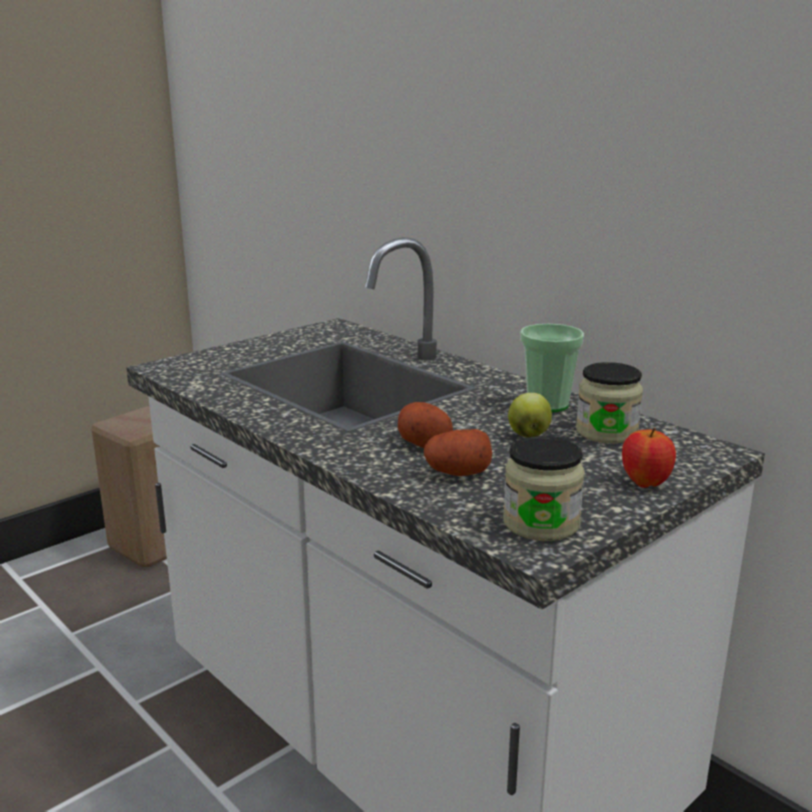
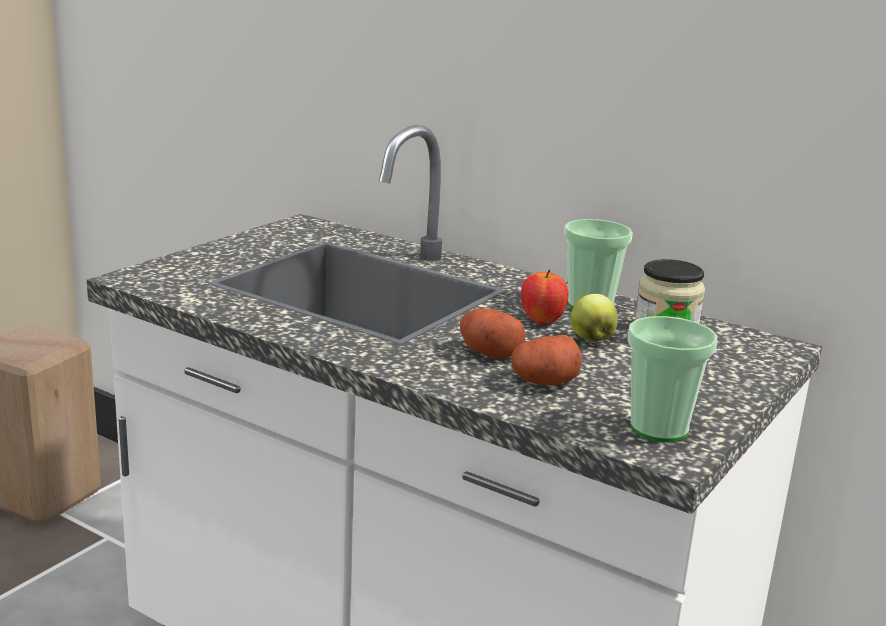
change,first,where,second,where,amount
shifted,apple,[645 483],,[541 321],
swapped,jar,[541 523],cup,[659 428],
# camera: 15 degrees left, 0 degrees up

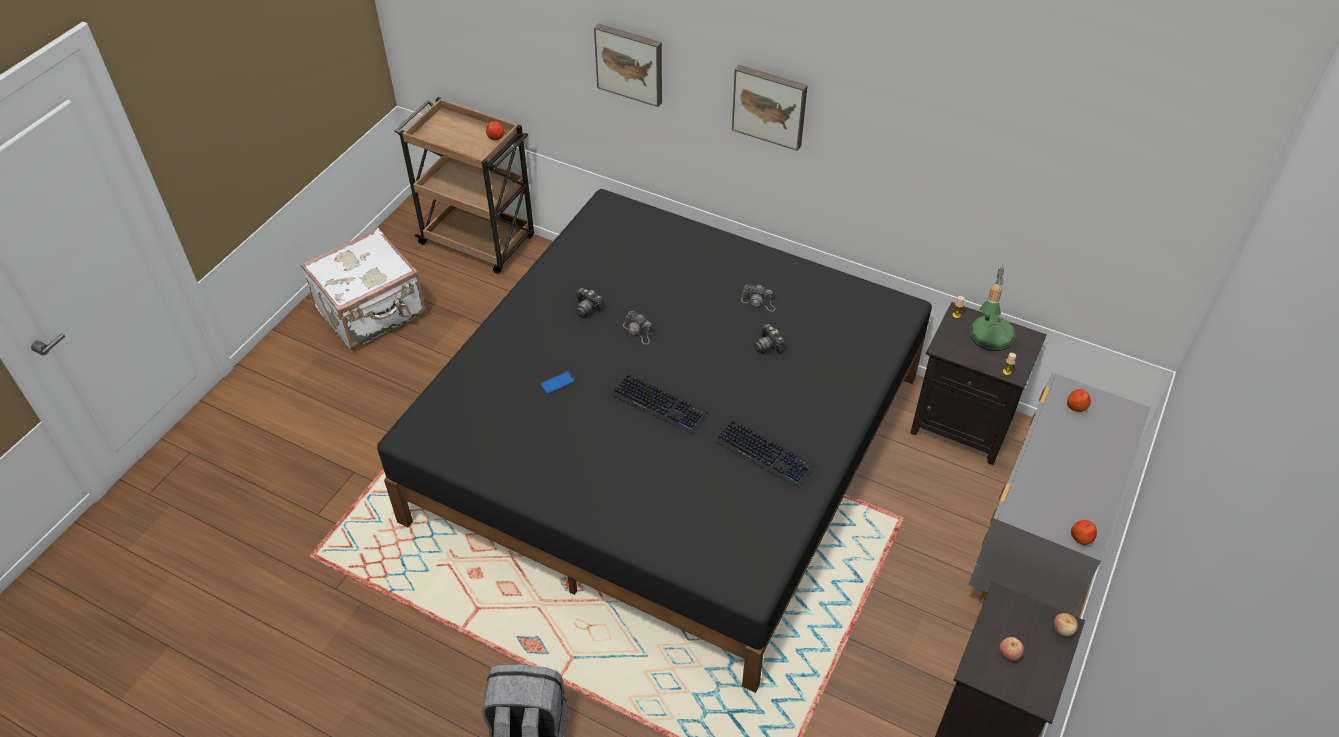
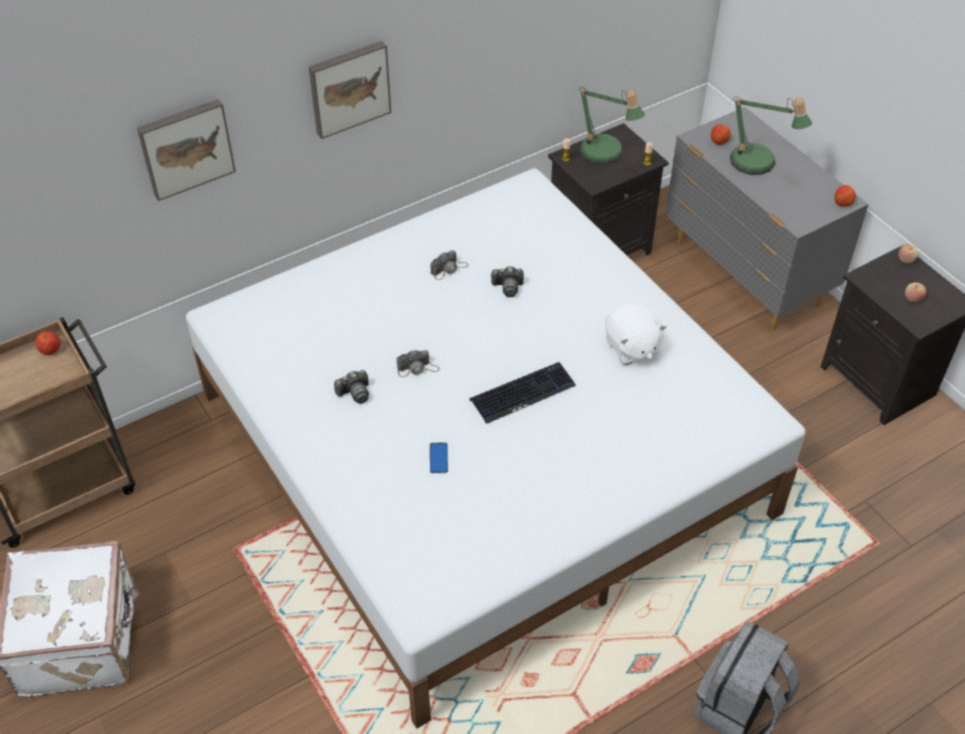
change,first,where,second,where,amount
new,,,table lamp,[758 165],
swapped,keyboard,[764 454],white plush toy,[631 347],
repainted,black bed,[670 448],white bed,[483 453],
# camera: 60 degrees left, 0 degrees up

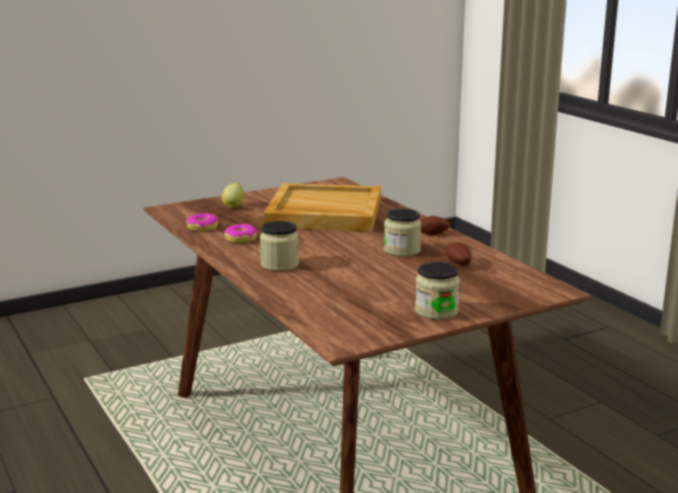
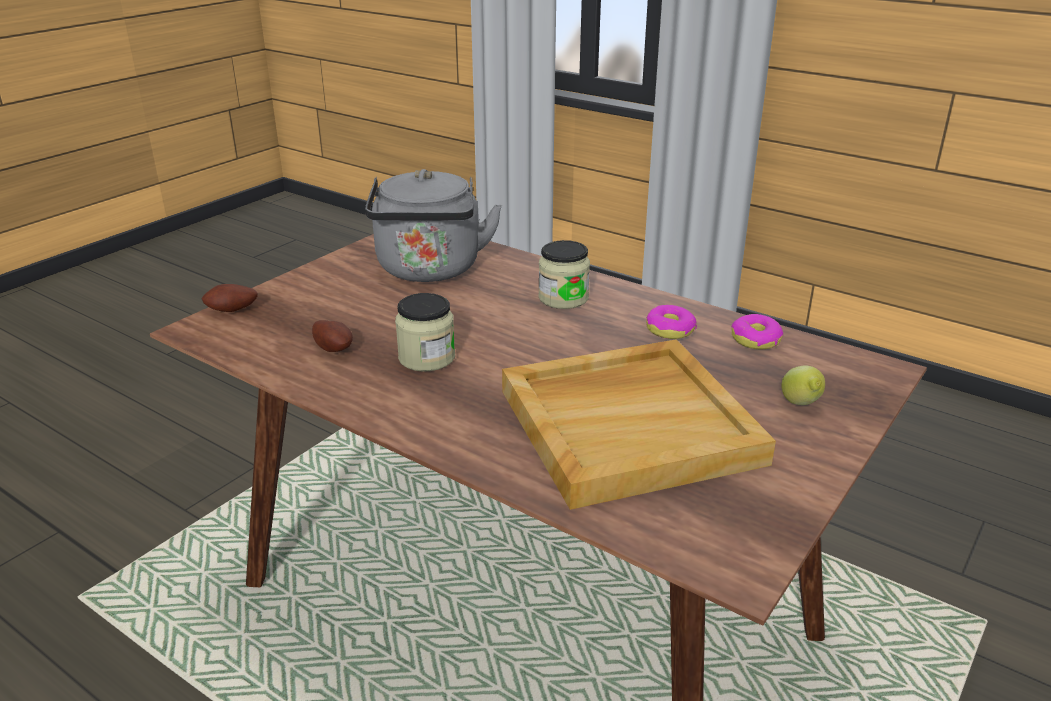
change,first,where,second,where,amount
gone,jar,[436 311],,,
new,,,grey kettle,[429 271],
shifted,potato,[432 234],,[232 311],
# camera: 155 degrees right, 10 degrees up

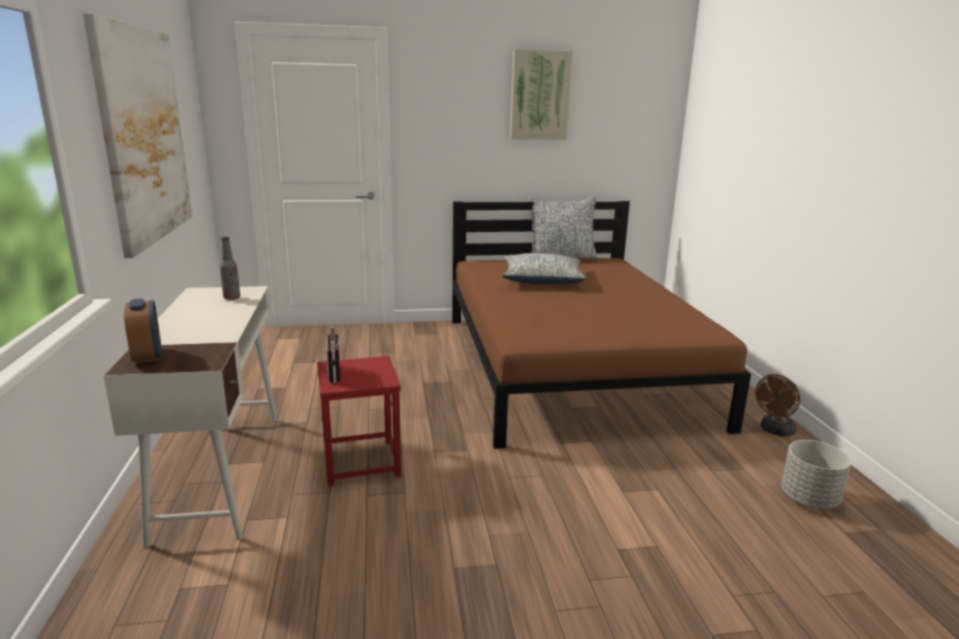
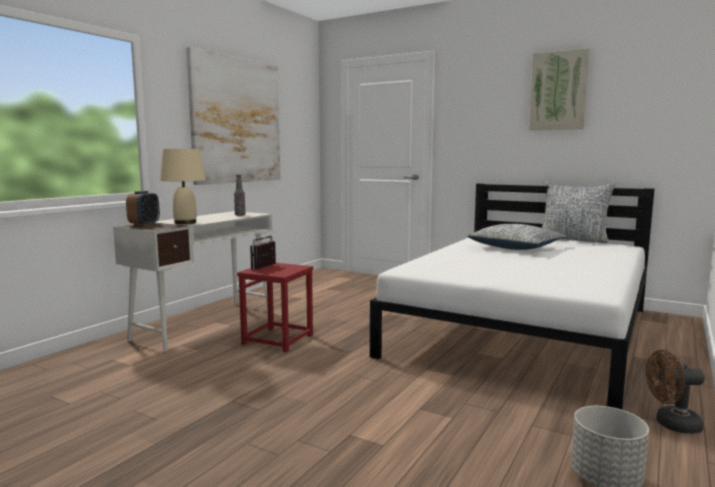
change,first,where,second,where,amount
new,,,beige table lamp,[185 223],
repainted,brown bed,[570 367],white bed,[524 331],
# camera: 40 degrees right, 10 degrees down

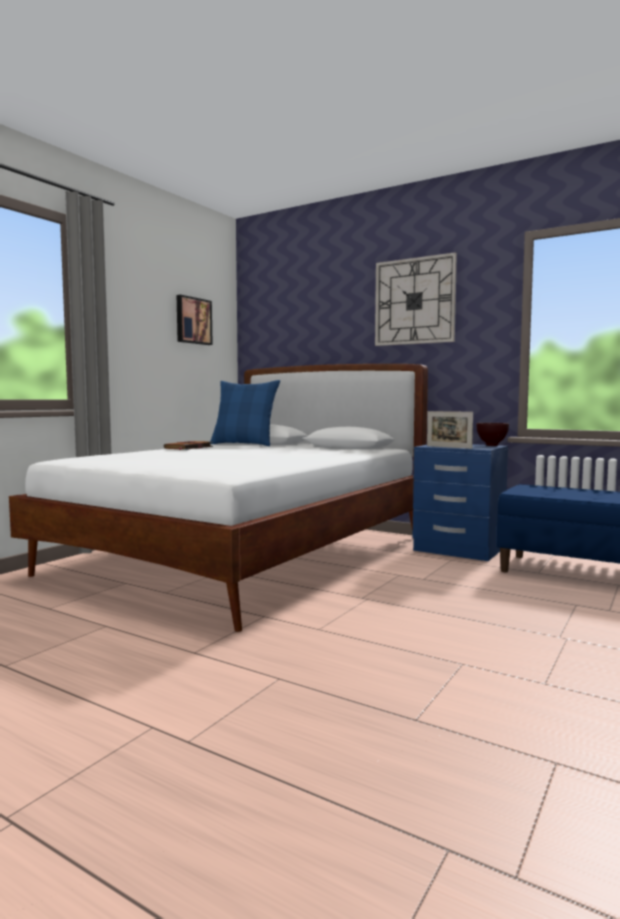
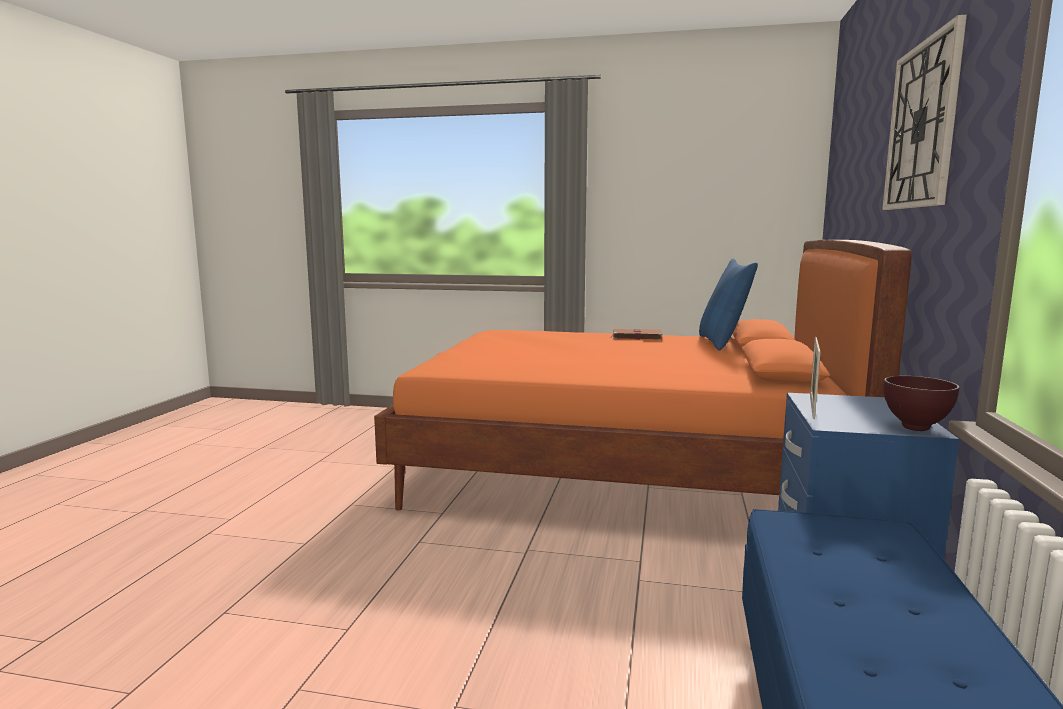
change,first,where,second,where,amount
gone,picture,[193 321],,,
repainted,white bed,[247 556],orange bed,[623 471],
# camera: 70 degrees right, 5 degrees up

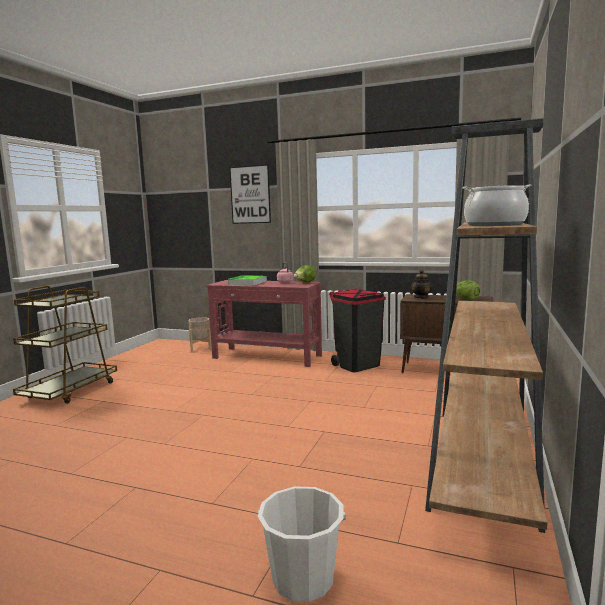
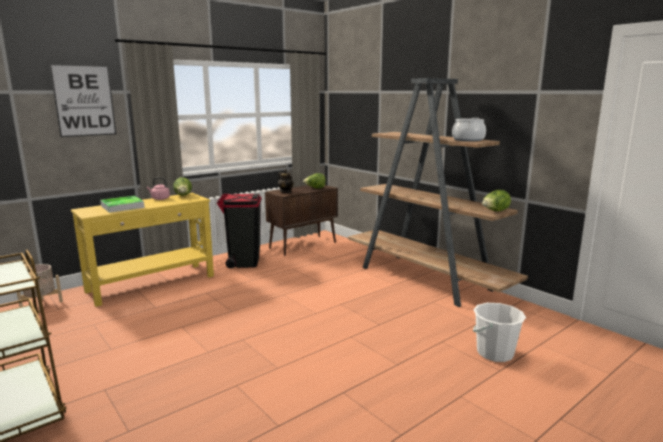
change,first,where,second,where,amount
new,,,lettuce,[495 211],
repainted,red console table,[267 357],yellow console table,[152 284],
# camera: 60 degrees left, 5 degrees up

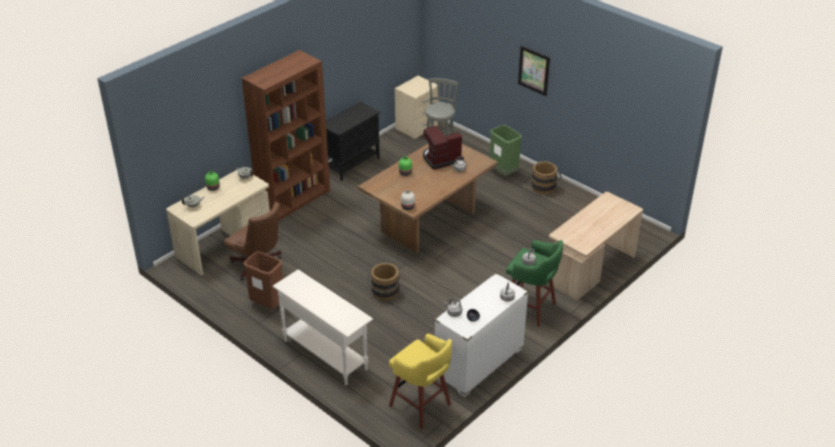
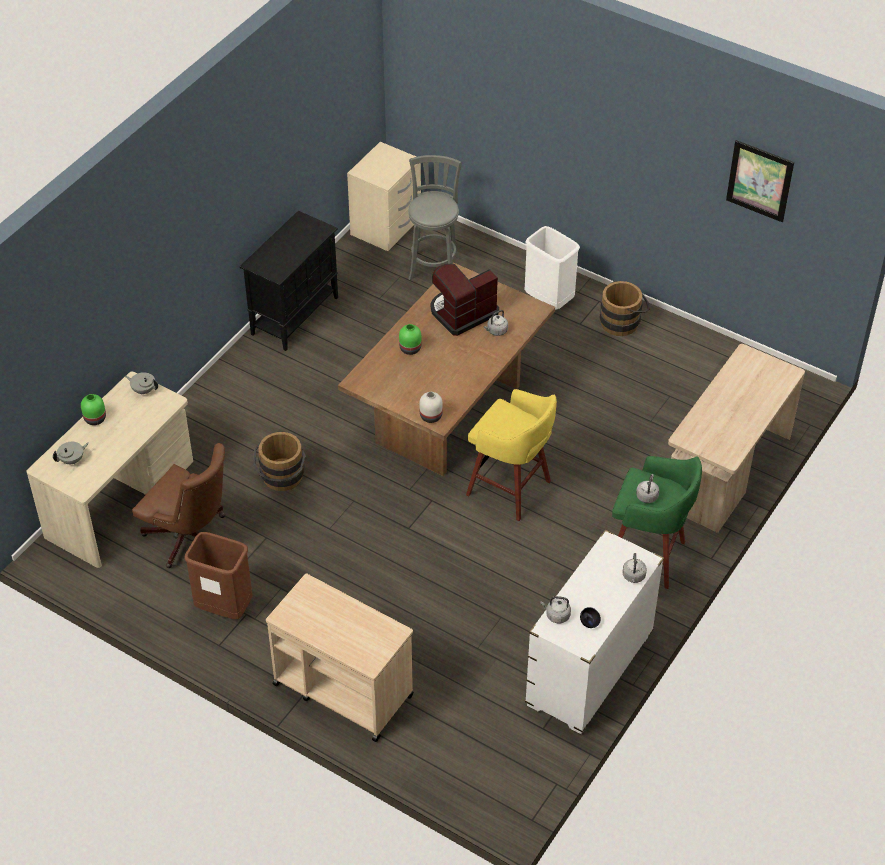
change,first,where,second,where,amount
gone,brown bookcase,[294 200],,,
shifted,brown bucket,[384 294],,[282 479],
shifted,yellow stool,[421 406],,[511 489],
shifted,picture,[534 70],,[760 180],
swapped,white console table,[325 354],beige cart,[342 689],
repainted,green trash can,[503 172],white trash can,[549 301],
# camera: 10 degrees left, 10 degrees up

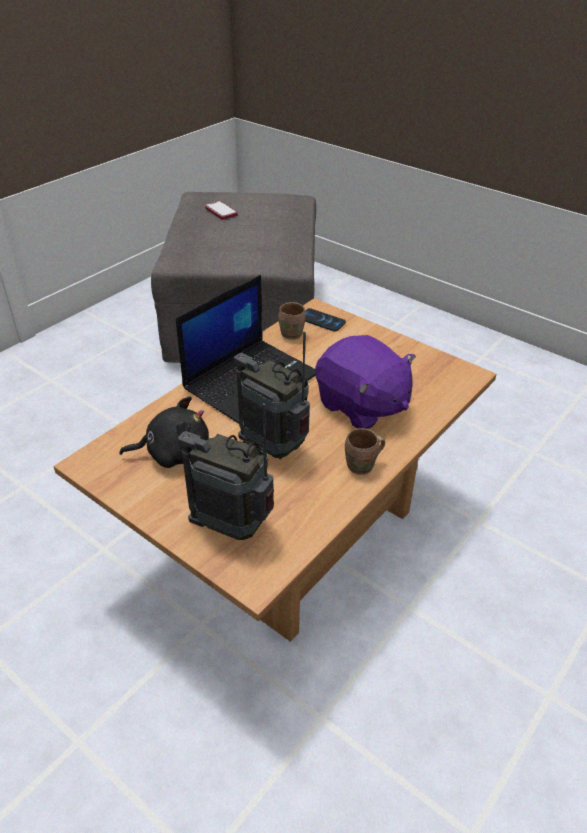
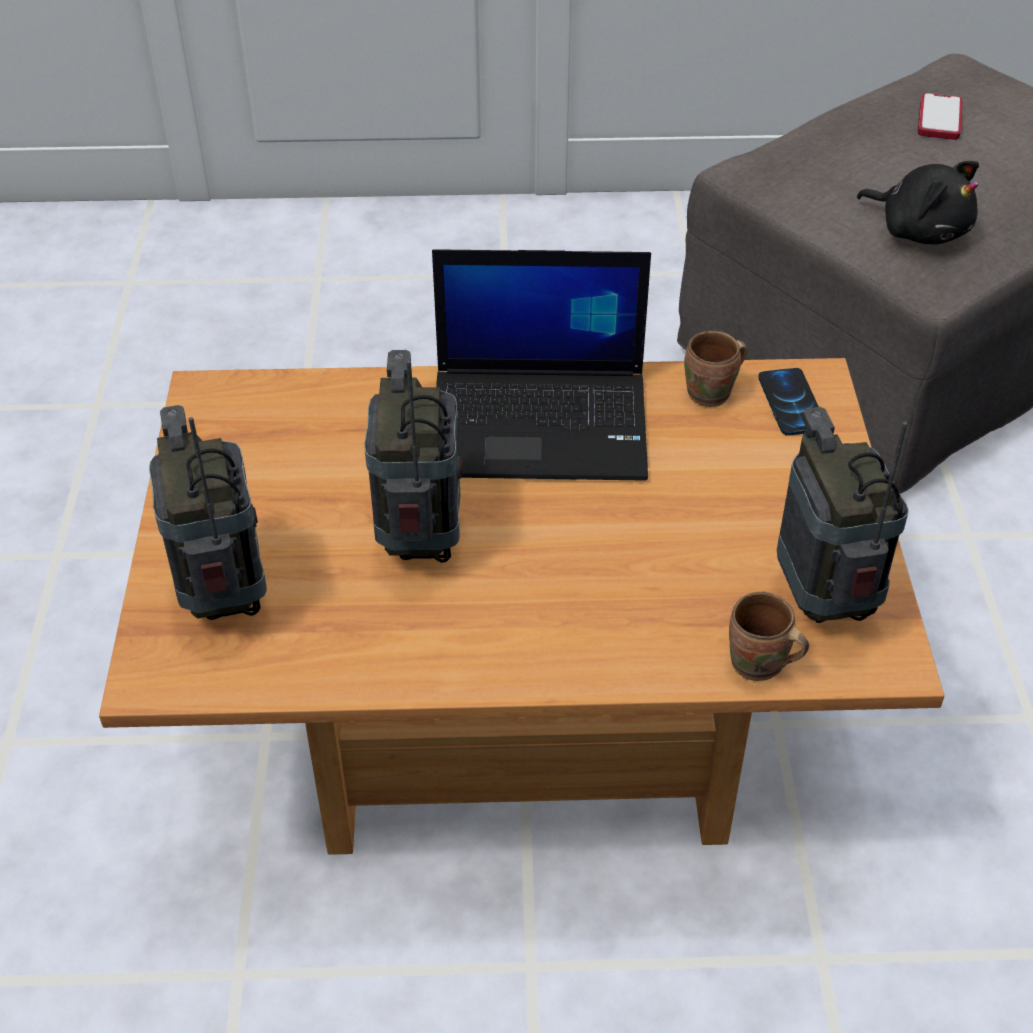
change,first,where,second,where,amount
gone,purple plush toy,[361 406],,,
new,,,radio,[824 600],
shifted,black plush toy,[173 453],,[919 230],
shifted,brown mug,[362 467],,[758 666],
# camera: 50 degrees right, 5 degrees up

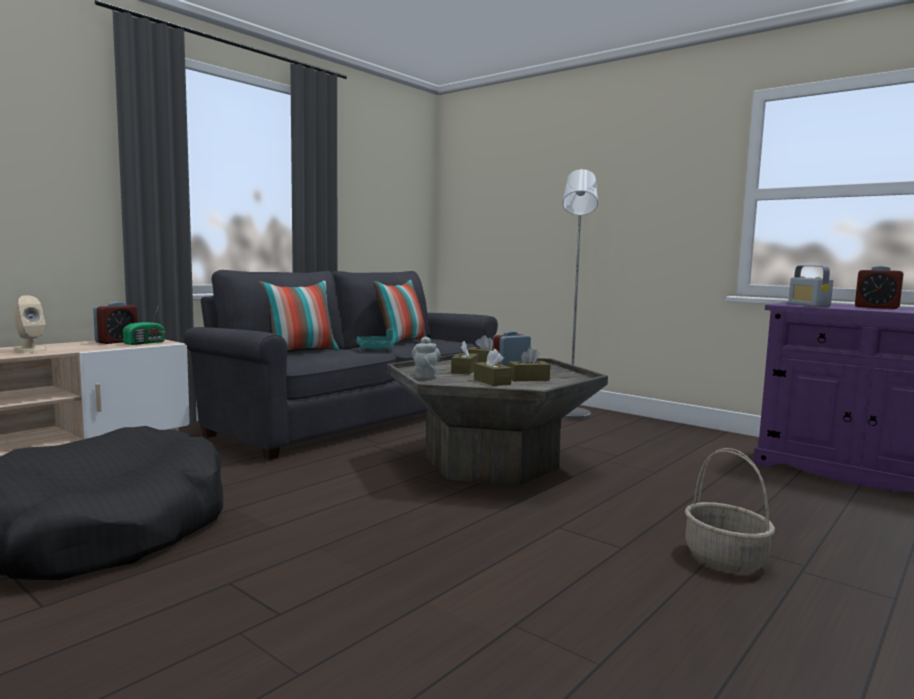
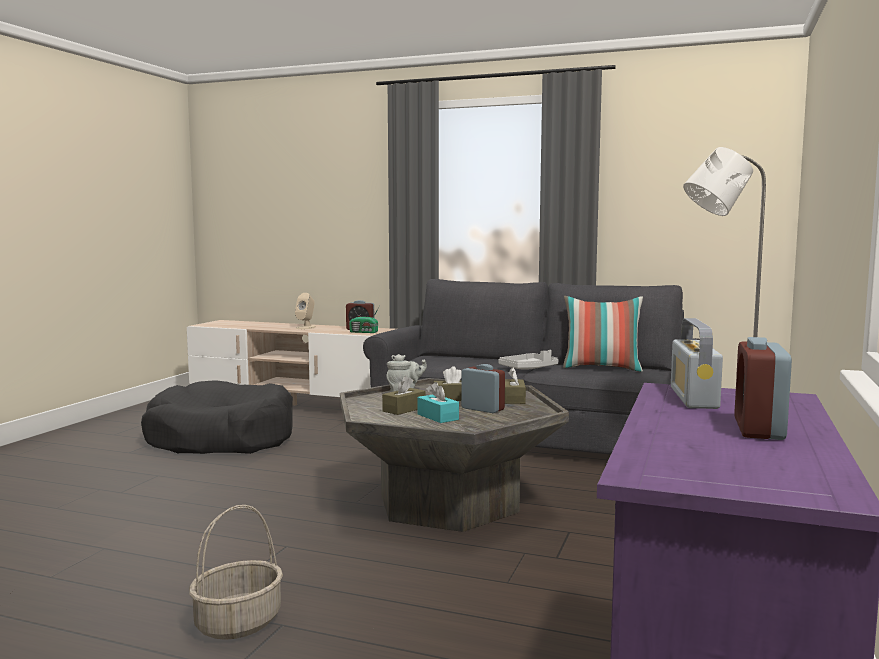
change,first,where,second,where,amount
gone,pillow,[301 351],,,
repainted,turquoise tray,[376 349],grey tray,[528 368],
repainted,brown tissue box,[528 379],turquoise tissue box,[437 417],
rotated,radio,[808 305],,[693 398],60 degrees counterclockwise
# camera: 70 degrees right, 0 degrees up

